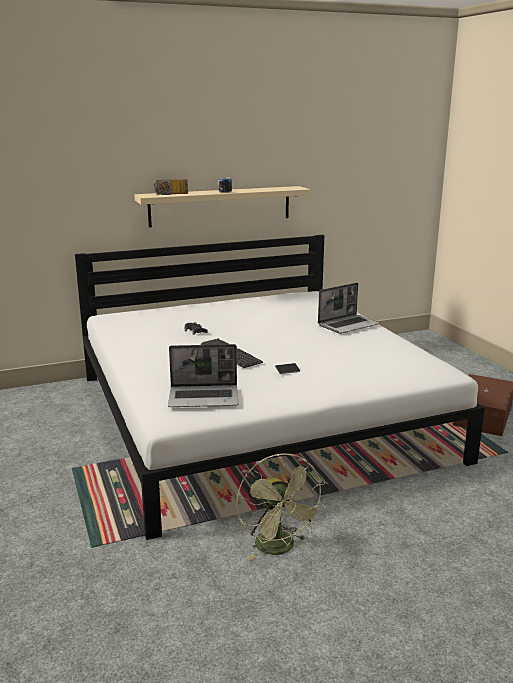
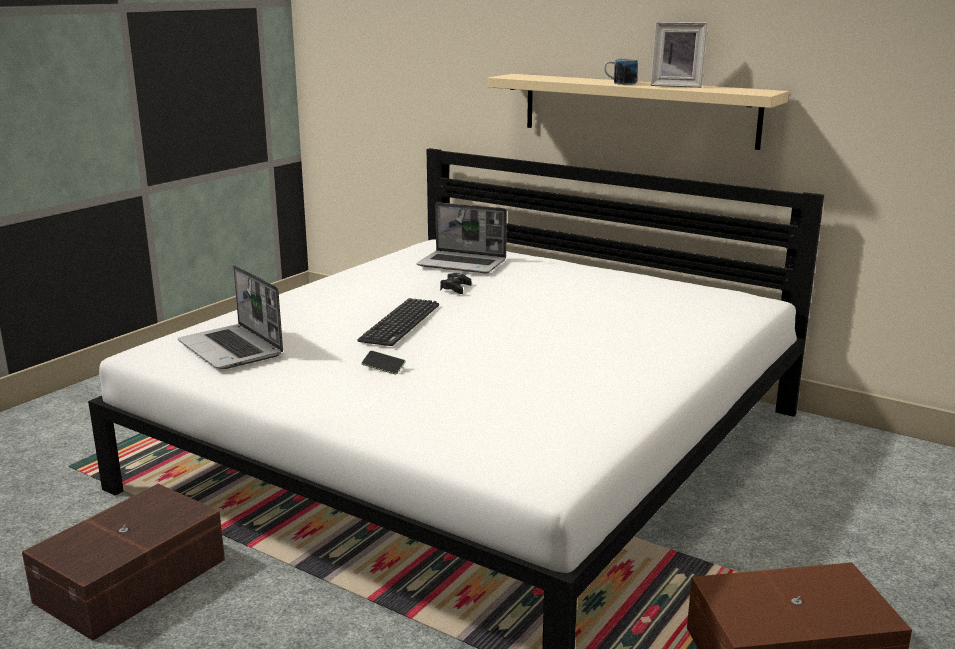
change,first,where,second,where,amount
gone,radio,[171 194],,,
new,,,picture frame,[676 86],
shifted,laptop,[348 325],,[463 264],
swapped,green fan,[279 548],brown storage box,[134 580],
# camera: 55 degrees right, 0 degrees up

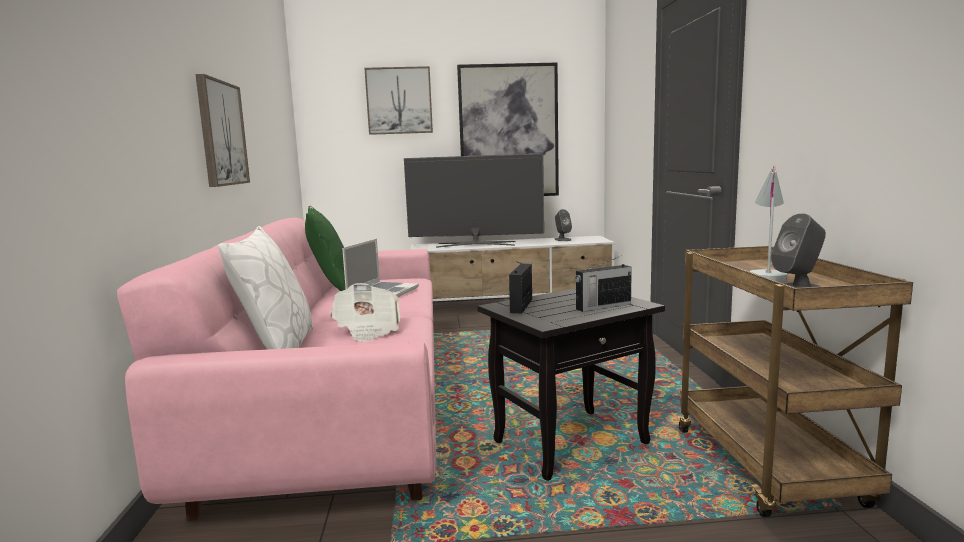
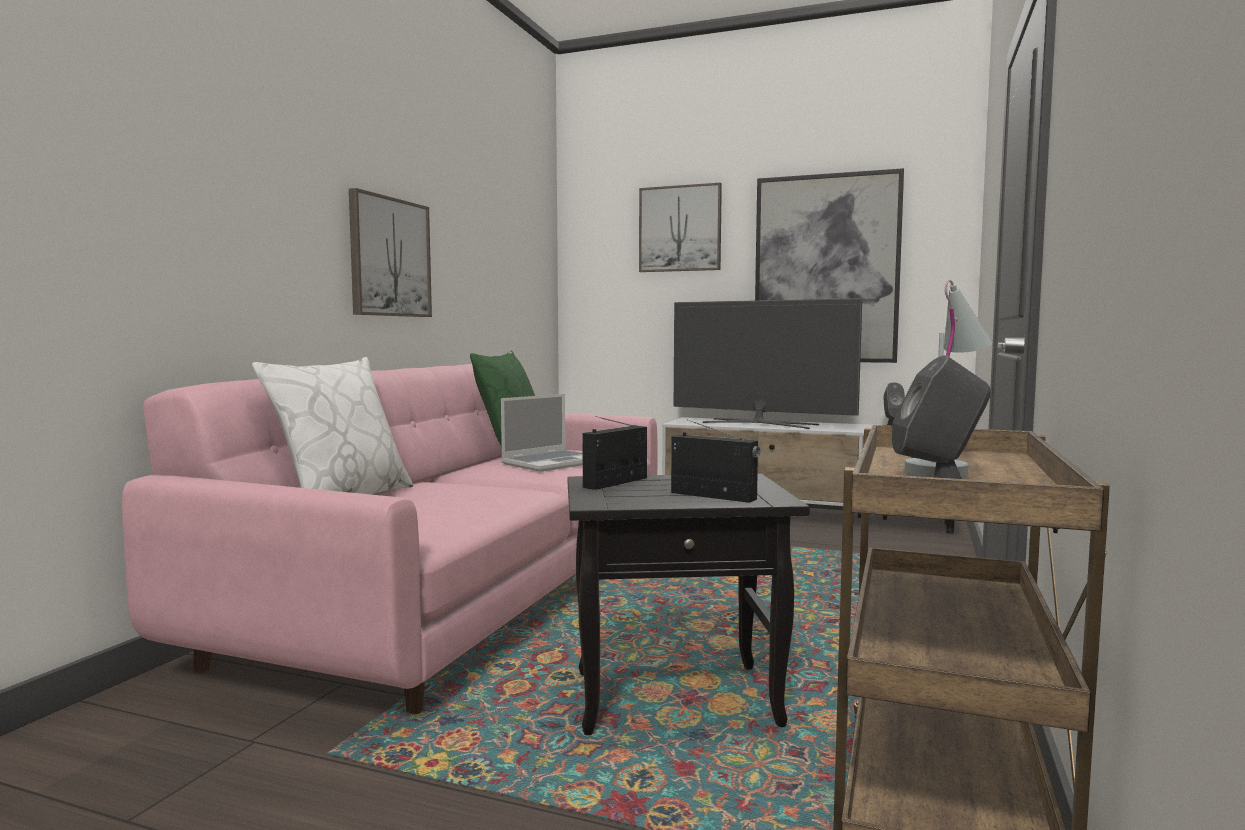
change,first,where,second,where,amount
gone,newspaper,[367 330],,,
rotated,radio,[602 306],,[714 496],150 degrees counterclockwise
# camera: 25 degrees right, 5 degrees down

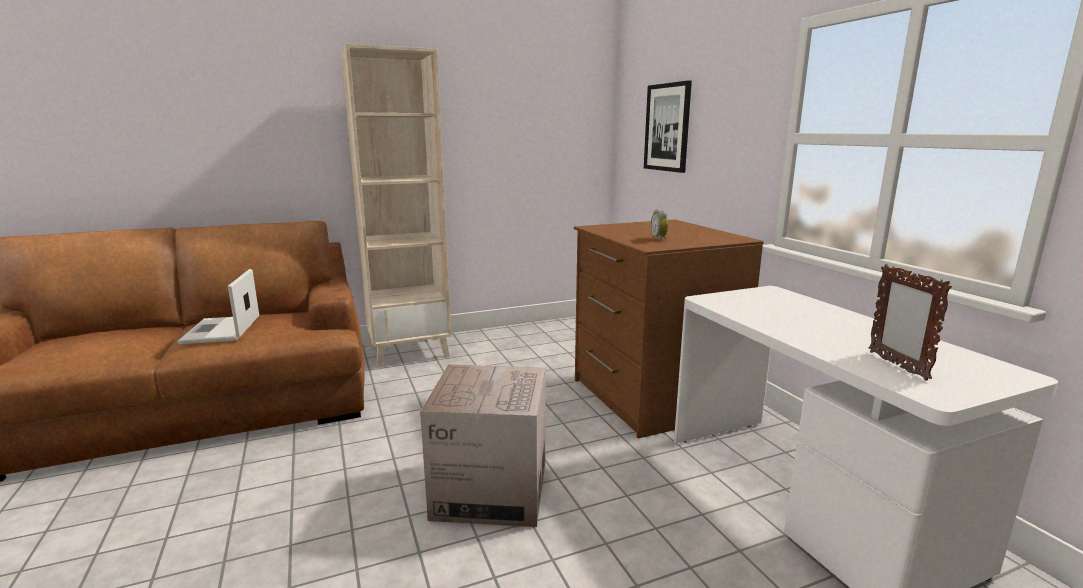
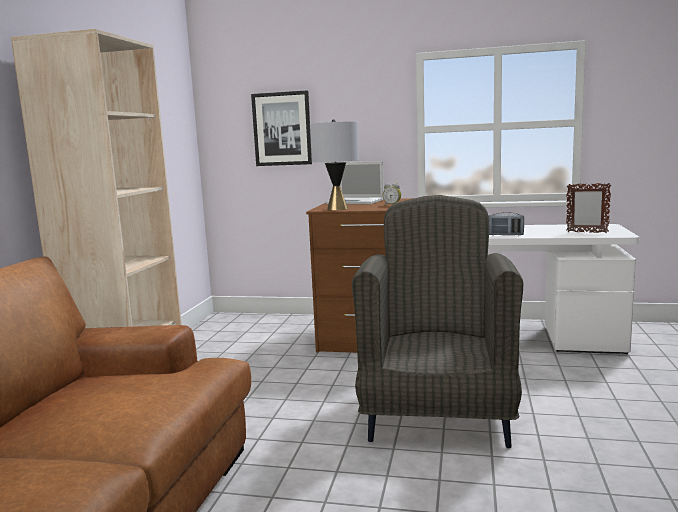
change,first,where,second,where,amount
new,,,grey table lamp,[337 209],
new,,,radio,[505 235],
shifted,laptop,[221 331],,[356 201],
swapped,cardboard box,[491 489],grey armchair,[438 415],
# camera: 55 degrees left, 5 degrees down

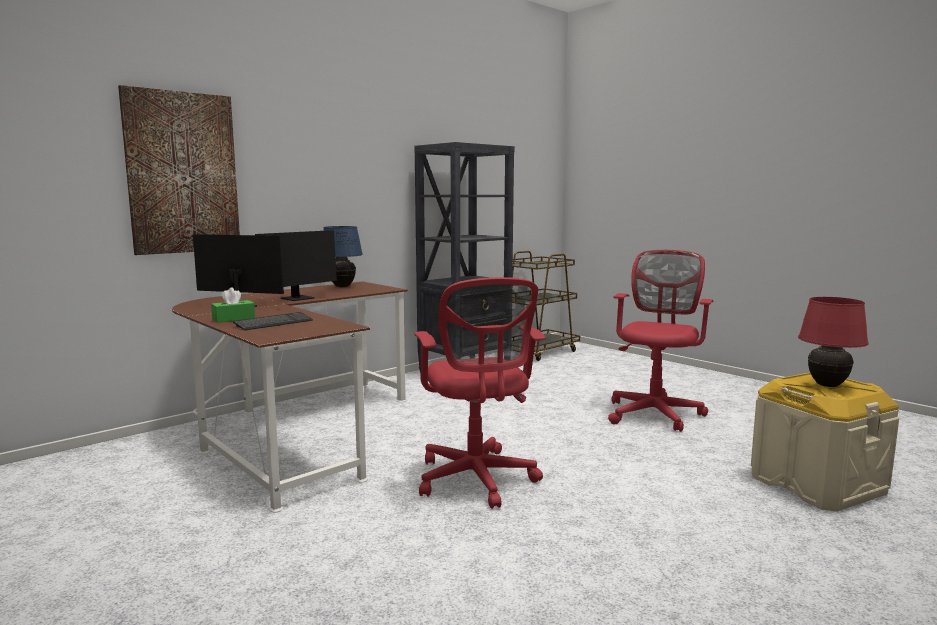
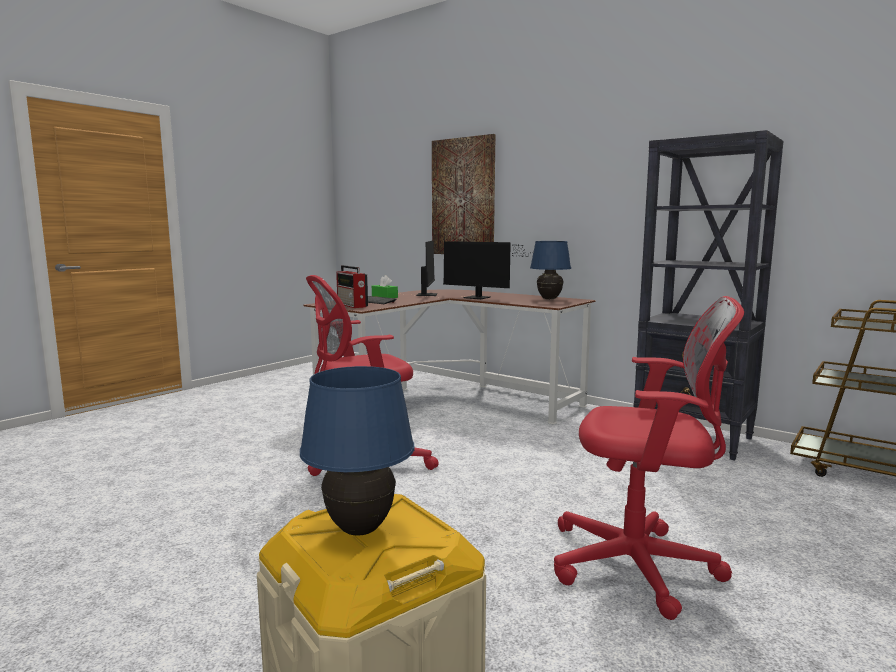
change,first,where,second,where,amount
new,,,radio,[352 305],
repainted,red table lamp,[827 385],blue table lamp,[359 529],
# camera: 80 degrees right, 0 degrees up

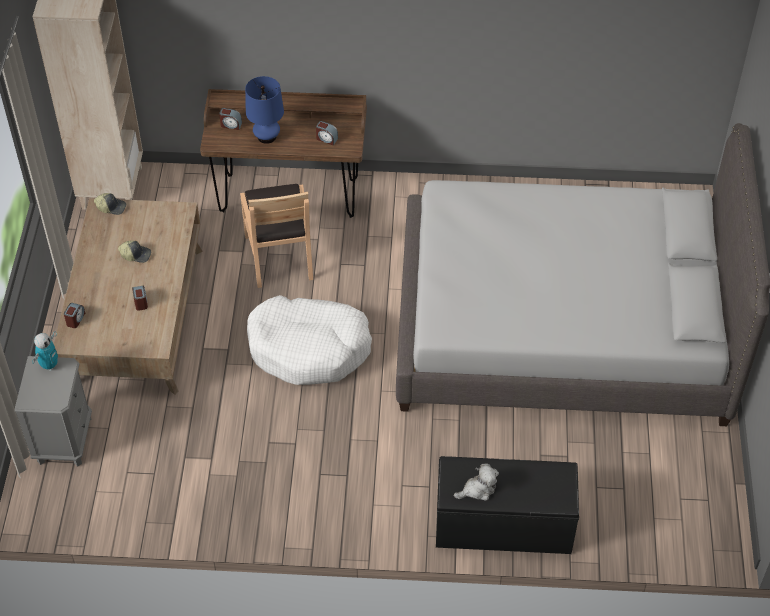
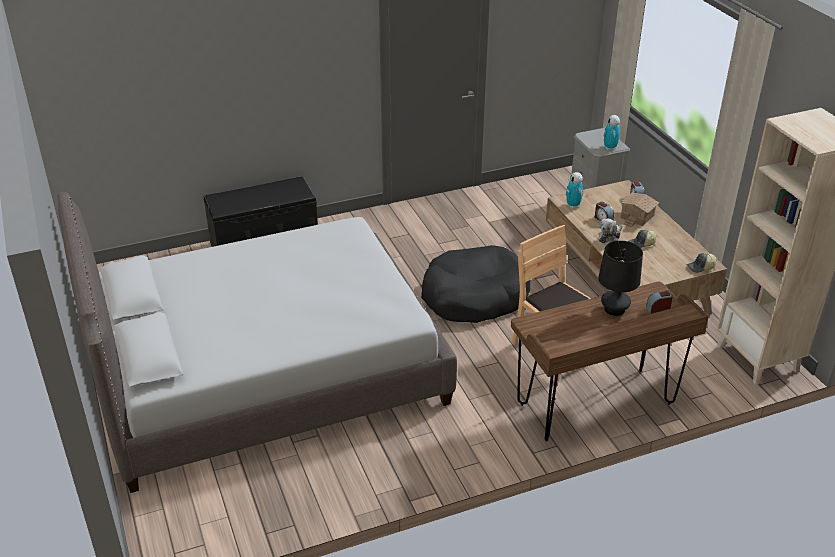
change,first,where,second,where,amount
gone,alarm clock,[326 139],,,
new,,,toy robot,[573 205],
new,,,toy house,[638 217],
shifted,plush toy,[478 489],,[609 237],
repainted,blue table lamp,[267 136],black table lamp,[614 309],
repainted,white dog bed,[309 348],black dog bed,[474 296],
# camera: 155 degrees right, 15 degrees down

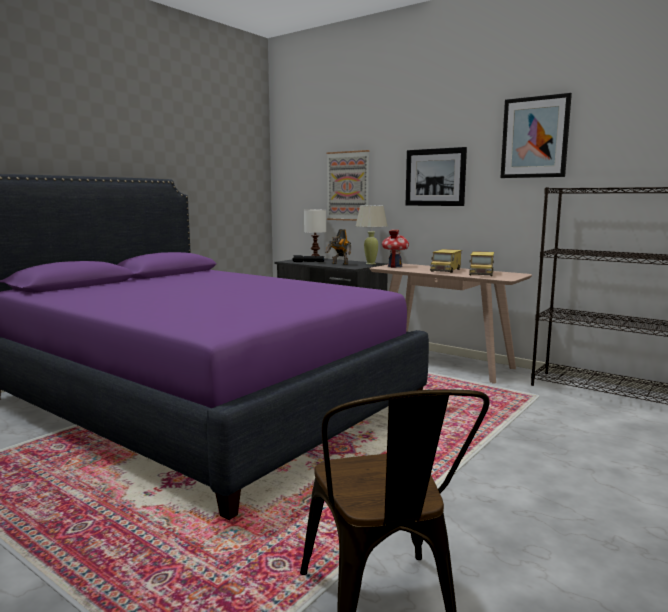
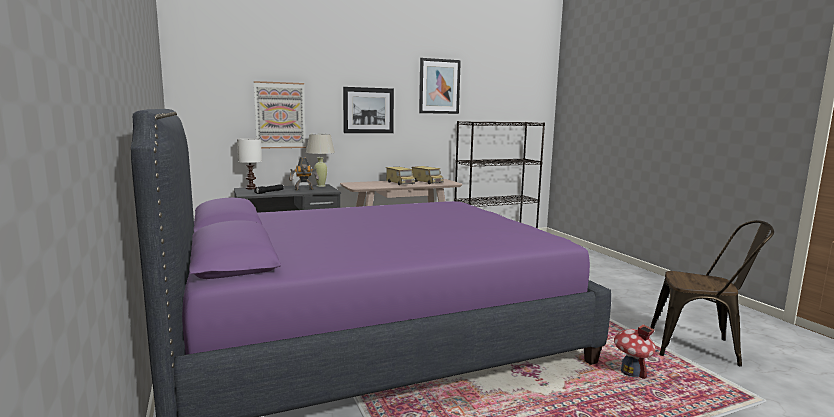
change,first,where,second,where,amount
shifted,toy house,[394 266],,[631 373],
# camera: 60 degrees left, 0 degrees up

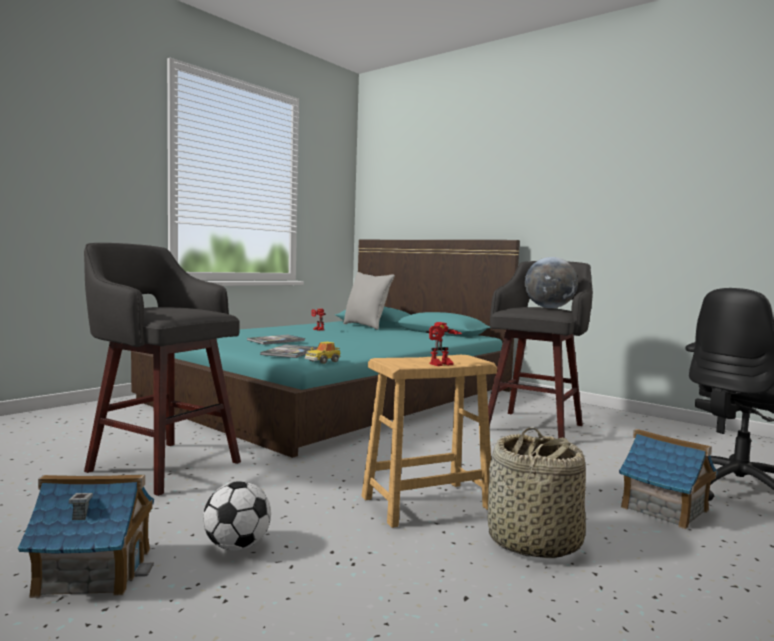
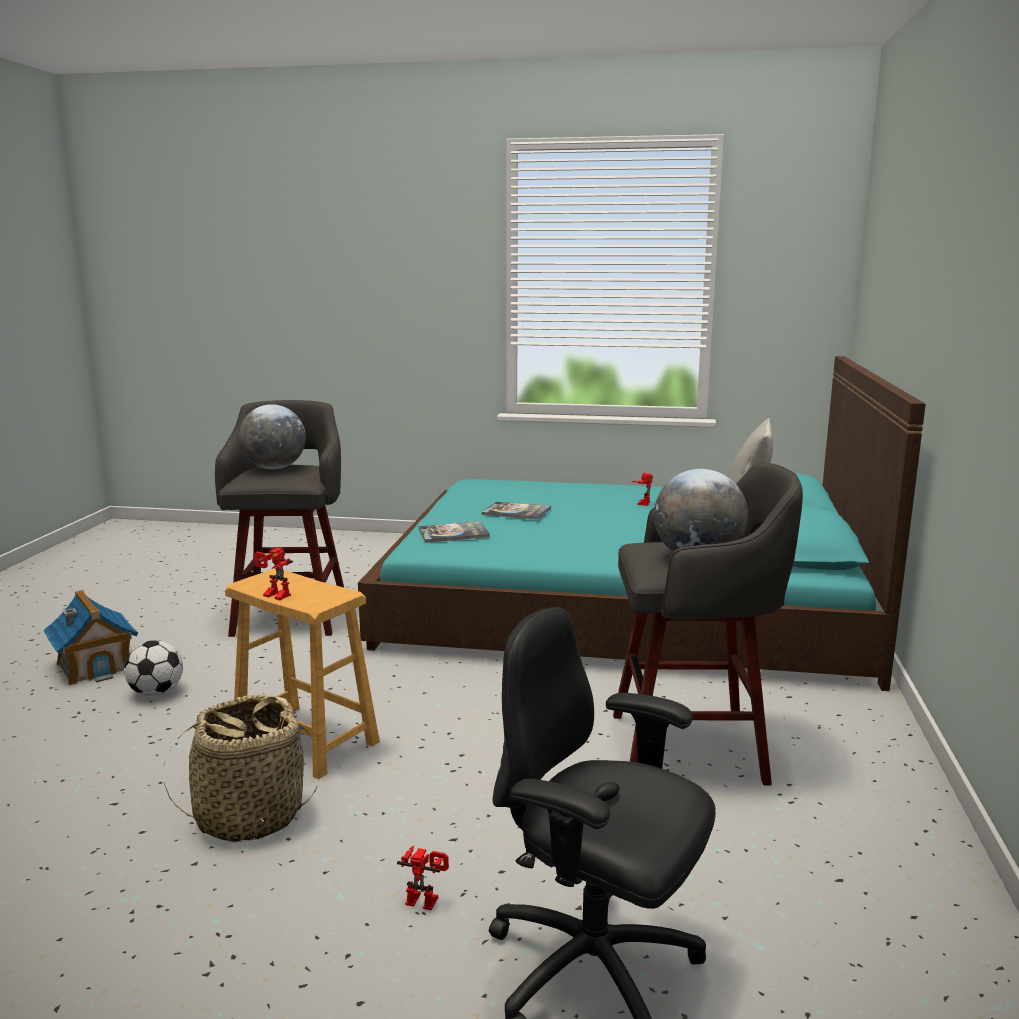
change,first,where,second,where,amount
gone,toy car,[323 361],,,
new,,,globe,[274 468],
swapped,toy house,[665 509],toy robot,[425 898],
# camera: 60 degrees right, 10 degrees up

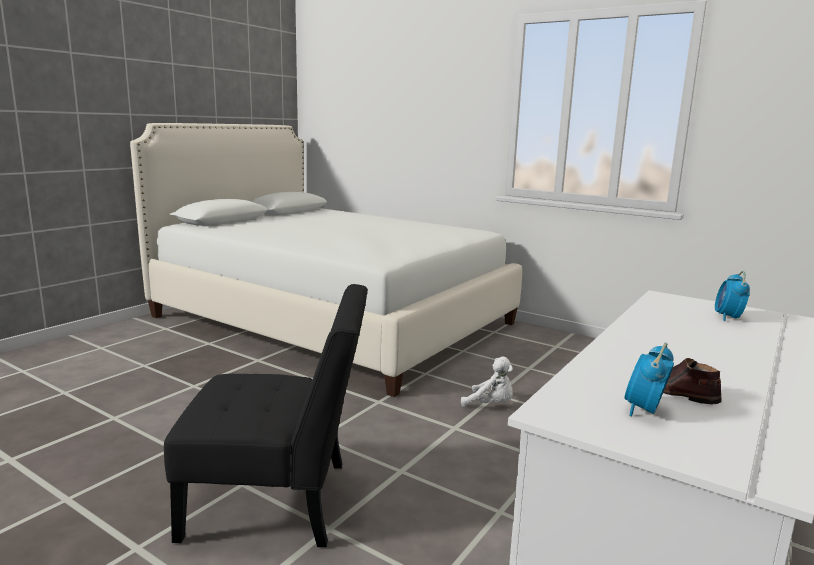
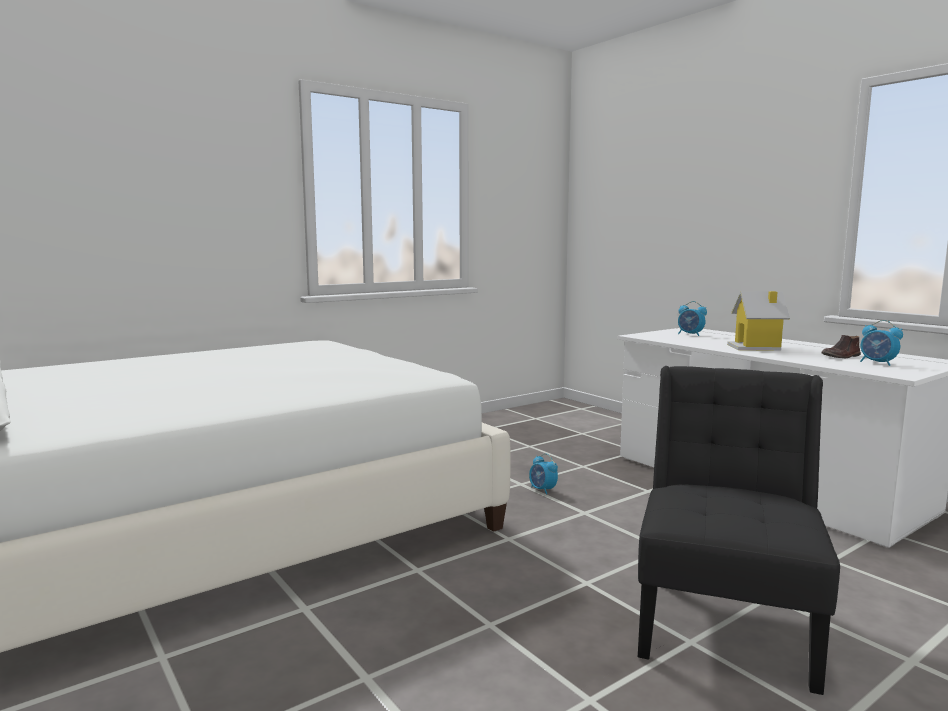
change,first,where,second,where,amount
new,,,toy house,[756 347],
swapped,white plush toy,[491 405],alarm clock,[542 490],
# camera: 70 degrees left, 5 degrees down

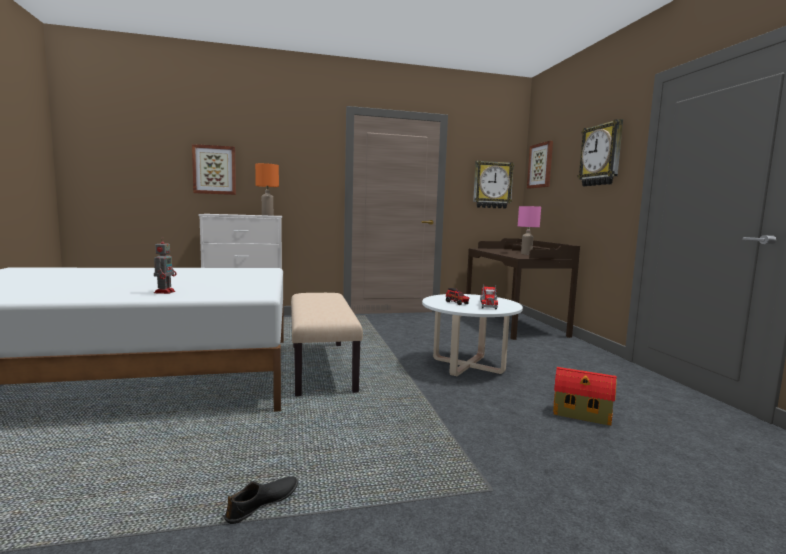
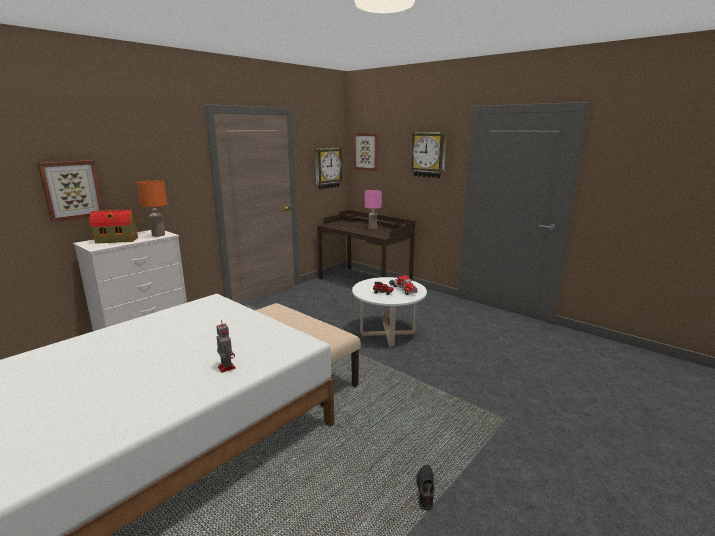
change,first,where,second,where,amount
shifted,toy house,[583 415],,[118 240],
# camera: 35 degrees left, 10 degrees up

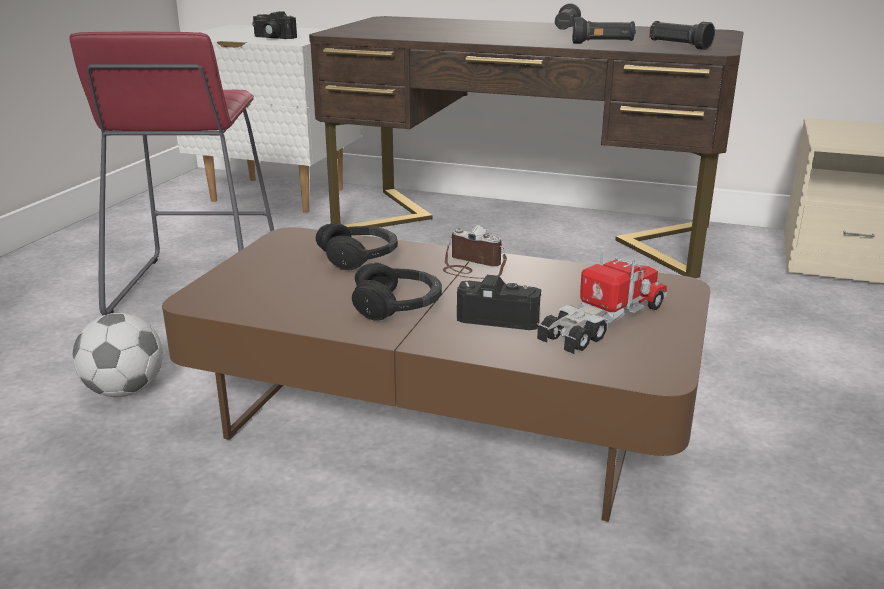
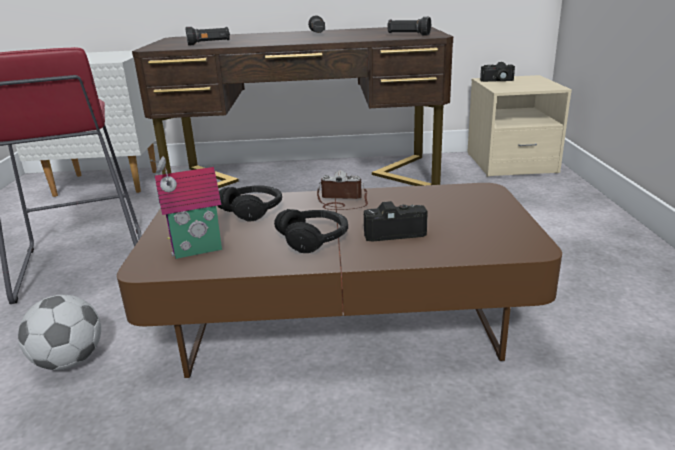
change,first,where,second,where,amount
gone,toy truck,[603 322],,,
new,,,toy house,[197 251],
shifted,photo camera,[272 37],,[497 81],
shifted,black flashlight,[603 44],,[209 44],
# camera: 20 degrees left, 0 degrees up

